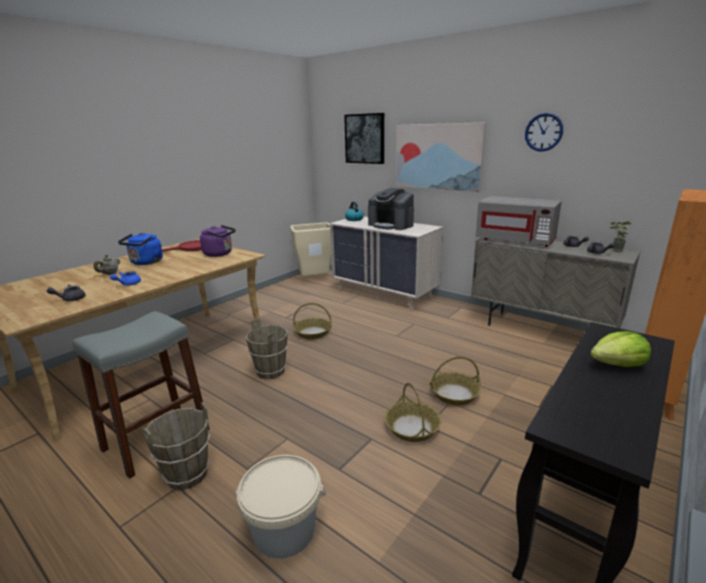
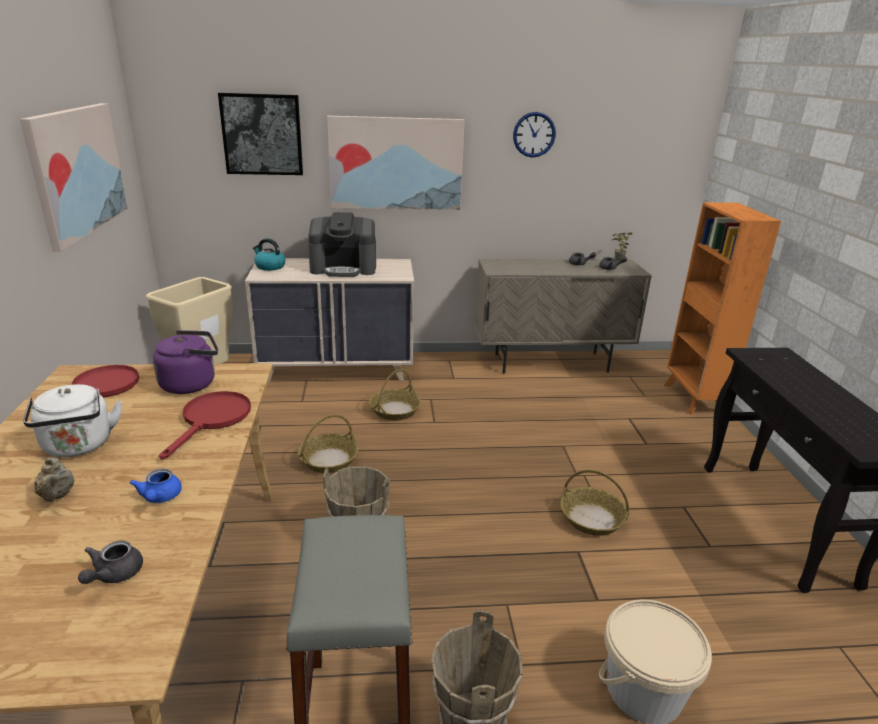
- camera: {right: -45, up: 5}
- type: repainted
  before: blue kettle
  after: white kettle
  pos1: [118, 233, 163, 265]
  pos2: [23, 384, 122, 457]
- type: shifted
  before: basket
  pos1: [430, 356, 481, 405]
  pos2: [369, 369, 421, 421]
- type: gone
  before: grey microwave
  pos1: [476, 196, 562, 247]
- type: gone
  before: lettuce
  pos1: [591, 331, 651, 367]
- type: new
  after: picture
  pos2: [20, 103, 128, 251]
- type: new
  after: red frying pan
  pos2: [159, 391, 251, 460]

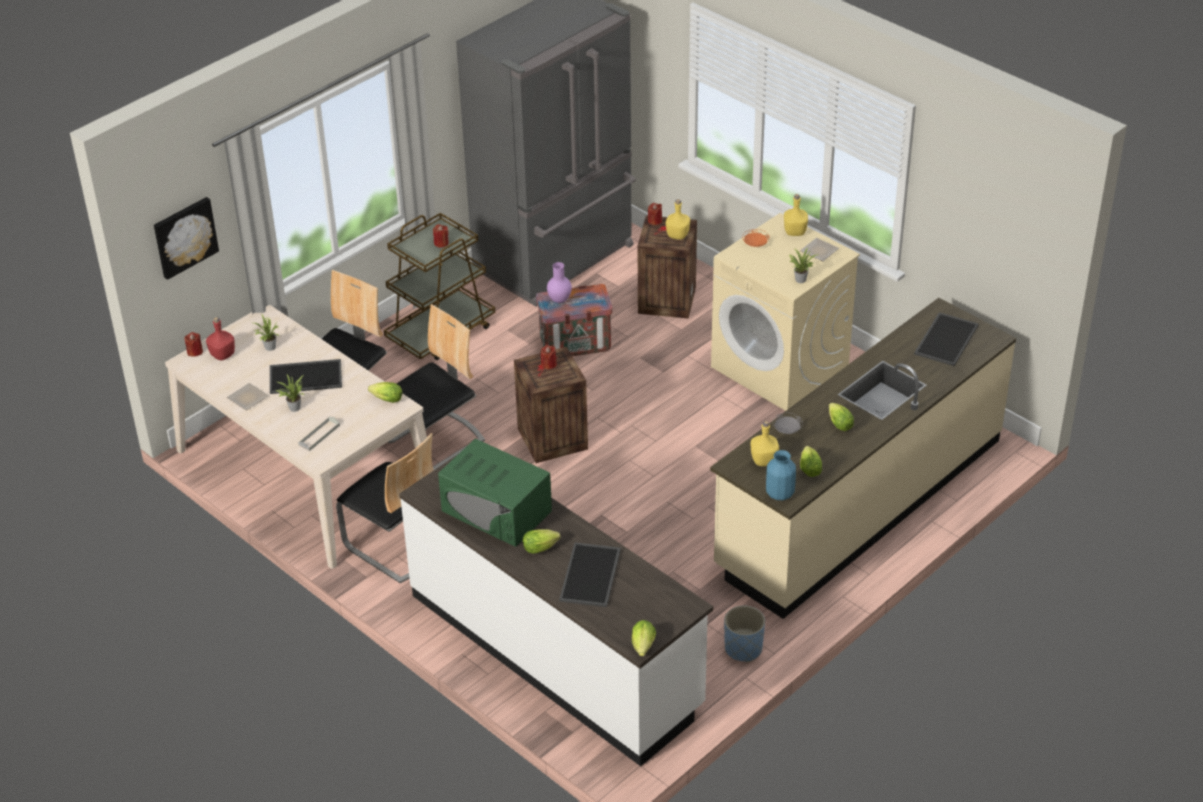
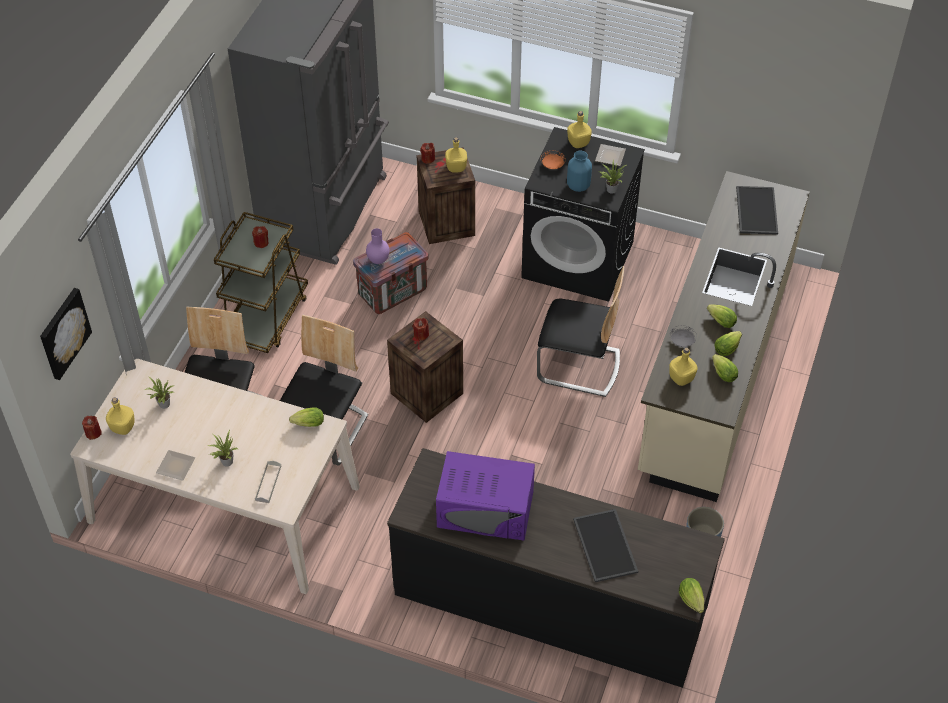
- camera: {right: -25, up: 10}
- type: repainted
  before: red bottle
  after: yellow bottle
  pos1: [206, 317, 235, 360]
  pos2: [106, 397, 135, 435]
- type: gone
  before: tray
  pos1: [270, 359, 342, 394]
- type: shifted
  before: chair
  pos1: [336, 433, 434, 583]
  pos2: [537, 266, 625, 397]
- type: repainted
  before: white counter
  after: black counter
  pos1: [399, 455, 713, 766]
  pos2: [387, 448, 725, 688]
- type: repainted
  before: green microwave
  after: purple microwave
  pos1: [438, 439, 552, 547]
  pos2: [436, 451, 535, 541]
- type: shifted
  before: lettuce
  pos1: [522, 529, 561, 554]
  pos2: [715, 331, 742, 356]
- type: repainted
  before: beige washing machine
  after: black washing machine
  pos1: [711, 213, 860, 411]
  pos2: [521, 127, 645, 302]
- type: shifted
  before: blue vase
  pos1: [766, 450, 796, 500]
  pos2: [567, 151, 592, 192]

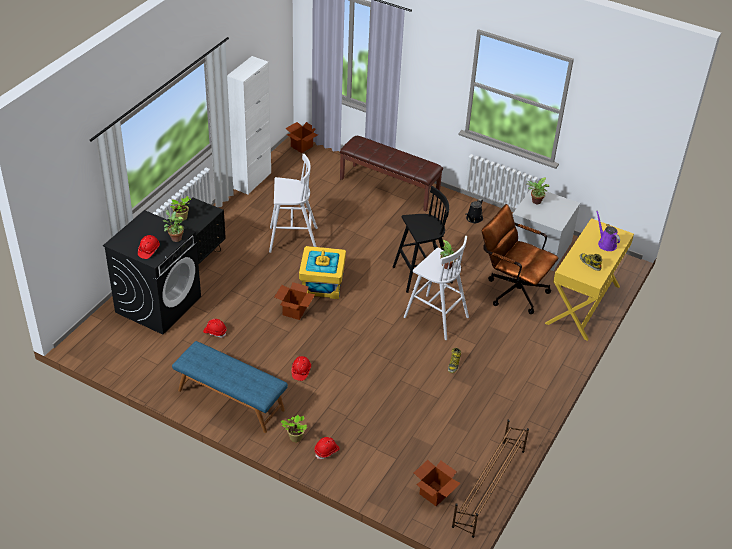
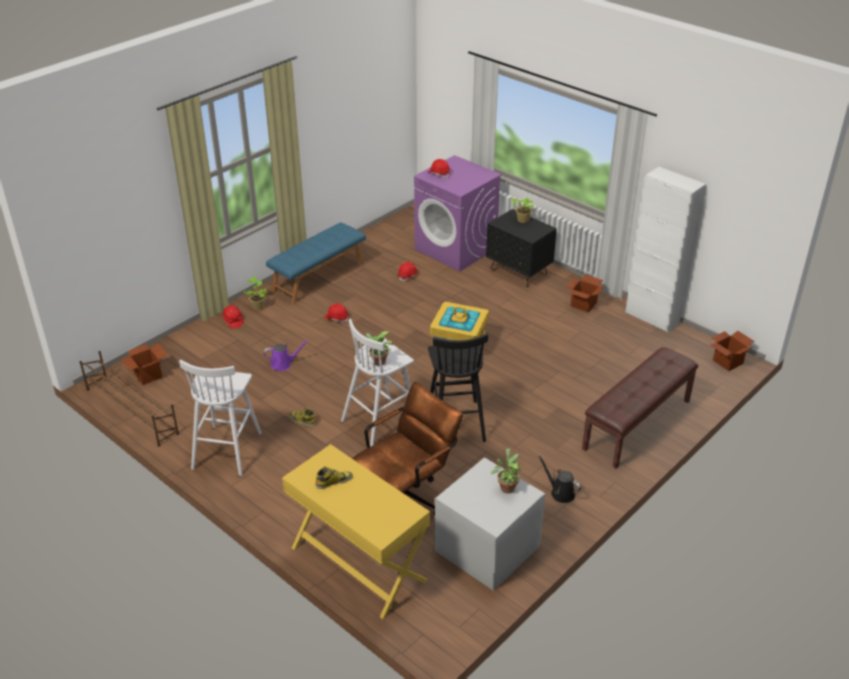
- camera: {right: 105, up: -5}
- type: repainted
  before: black washing machine
  after: purple washing machine
  pos1: [103, 210, 201, 335]
  pos2: [414, 155, 501, 272]
- type: gone
  before: potted plant
  pos1: [163, 210, 184, 242]
- type: shifted
  before: white stool
  pos1: [269, 154, 318, 253]
  pos2: [179, 359, 262, 476]
- type: shifted
  before: cardboard box
  pos1: [274, 282, 315, 320]
  pos2: [566, 275, 605, 313]
- type: shifted
  before: purple watering can
  pos1: [596, 211, 620, 251]
  pos2: [264, 340, 309, 371]

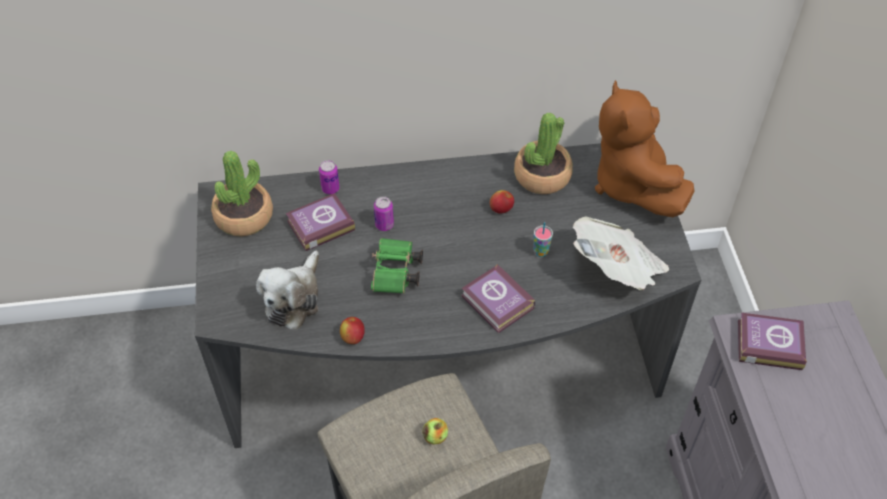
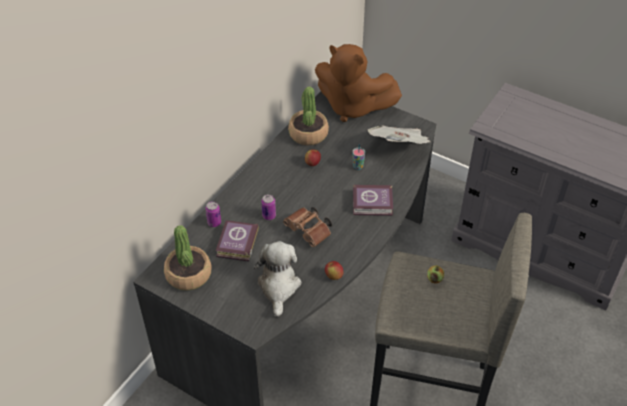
- camera: {right: -50, up: -5}
- type: rotated
  before: plush toy
  pos1: [256, 251, 319, 330]
  pos2: [254, 241, 301, 317]
  turn: -150
- type: repainted
  before: green binoculars
  after: brown binoculars
  pos1: [371, 238, 423, 294]
  pos2: [283, 207, 332, 247]
- type: gone
  before: book
  pos1: [738, 313, 807, 370]

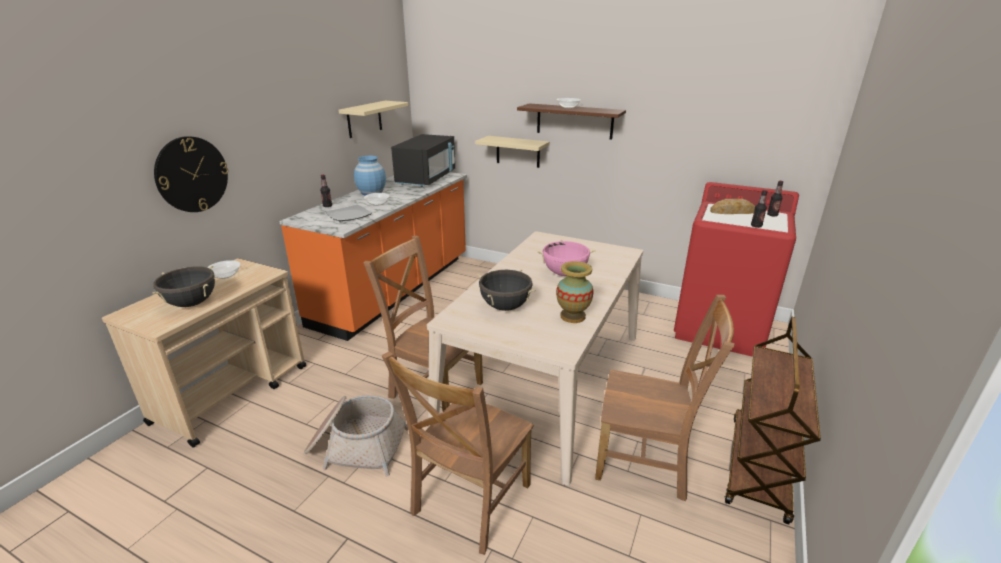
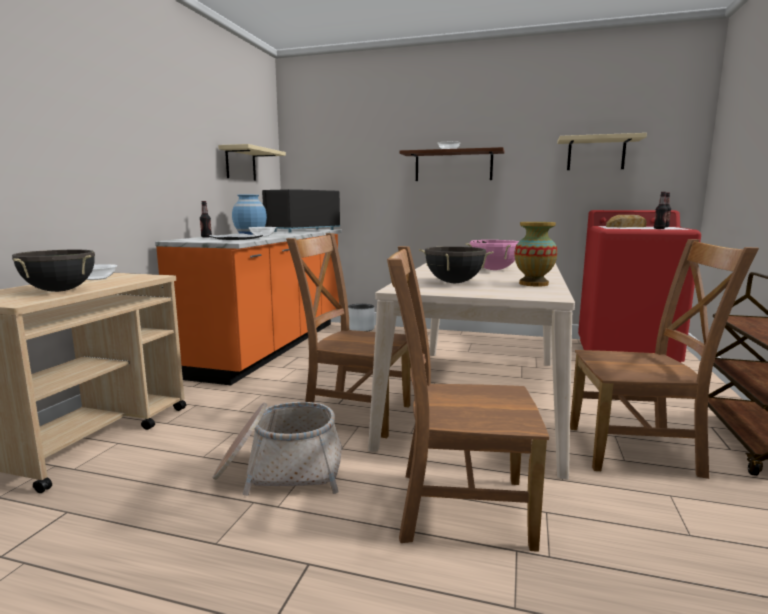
- camera: {right: -10, up: -15}
- type: gone
  before: wall clock
  pos1: [154, 136, 229, 212]
- type: rotated
  before: brown chair
  pos1: [382, 351, 534, 555]
  pos2: [387, 246, 549, 552]
  turn: 75
- type: rotated
  before: black microwave
  pos1: [391, 134, 455, 187]
  pos2: [262, 189, 340, 233]
  turn: -150
- type: shifted
  before: beige shelf
  pos1: [475, 136, 550, 168]
  pos2: [557, 133, 647, 170]
- type: new
  after: grey planter
  pos2: [348, 304, 375, 331]

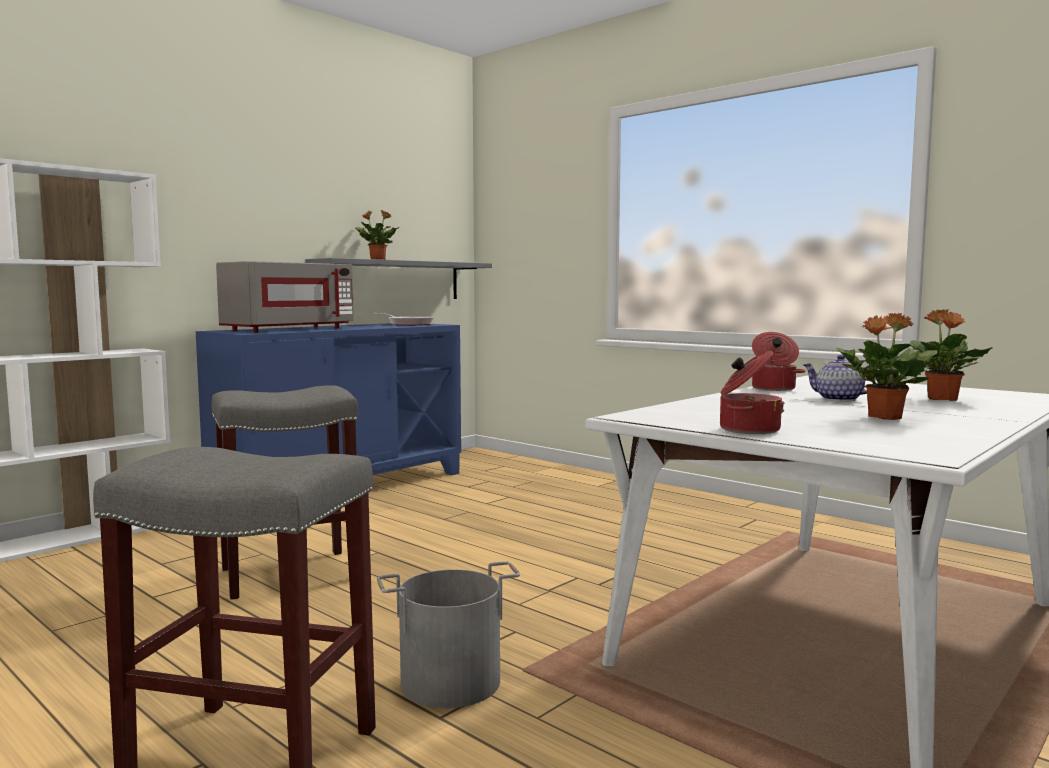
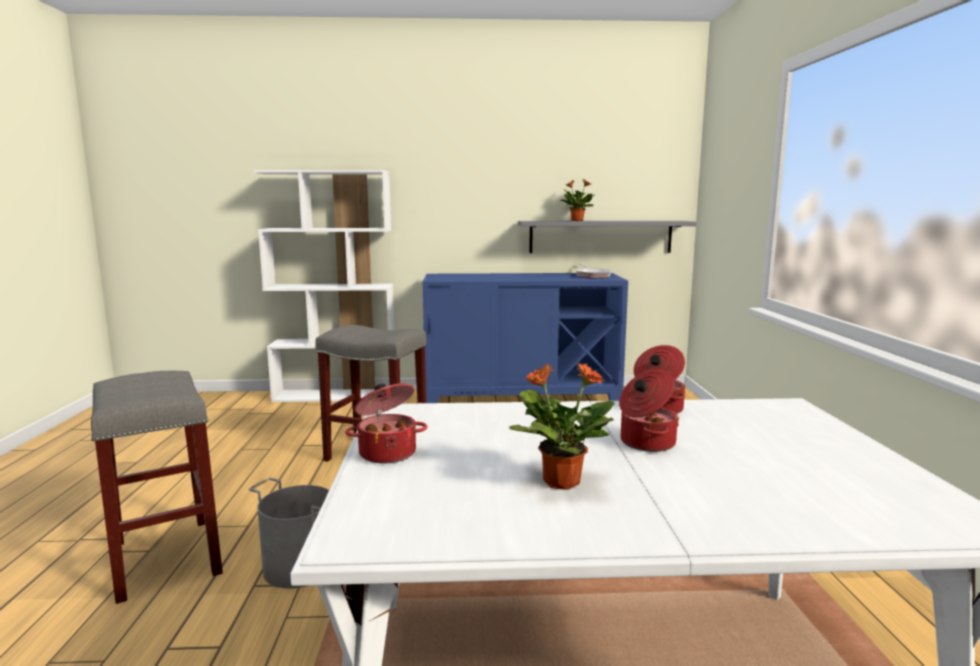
- camera: {right: 45, up: 5}
- type: gone
  before: grey microwave
  pos1: [216, 261, 354, 332]
- type: swapped
  before: teapot
  after: cooking pot
  pos1: [803, 355, 878, 401]
  pos2: [619, 369, 679, 452]
- type: gone
  before: potted plant
  pos1: [910, 309, 992, 401]

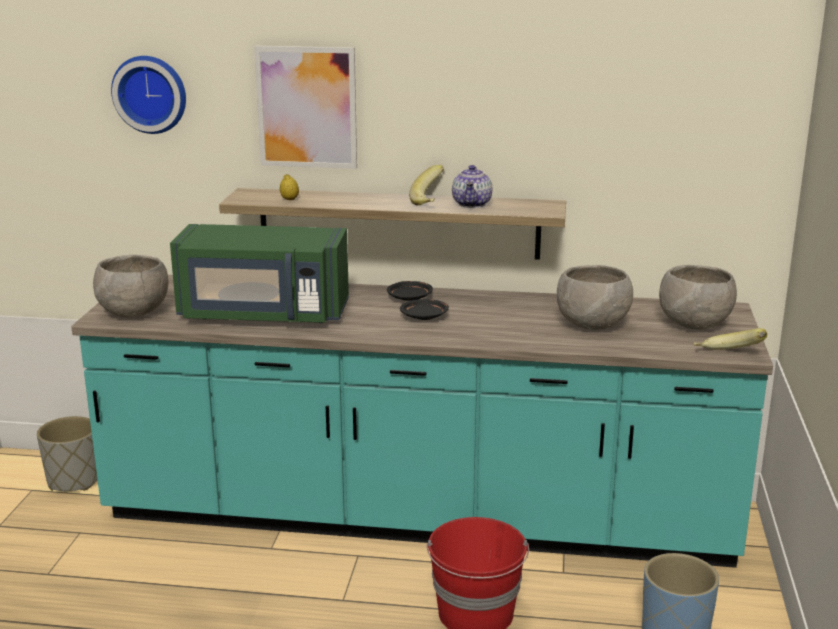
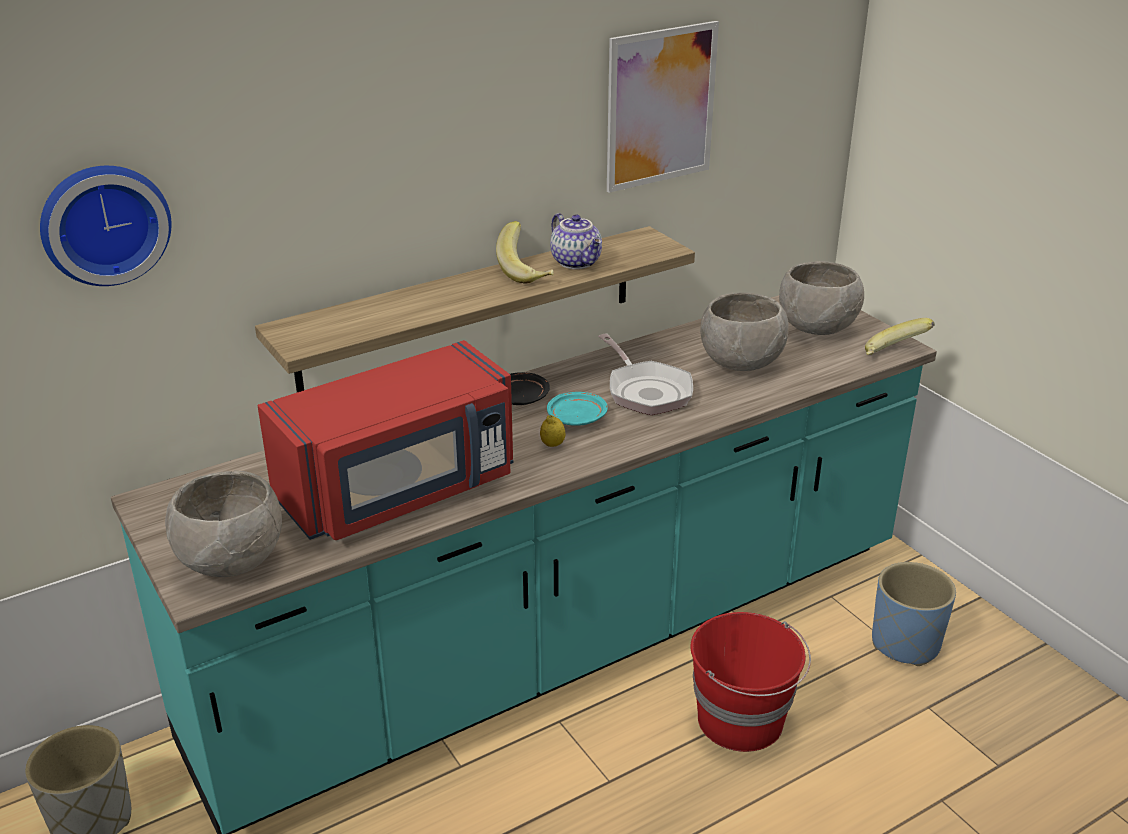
- camera: {right: -40, up: 10}
- type: repainted
  before: green microwave
  after: red microwave
  pos1: [170, 224, 349, 323]
  pos2: [258, 340, 513, 540]
- type: shifted
  before: picture
  pos1: [254, 46, 357, 169]
  pos2: [607, 21, 719, 193]
- type: shifted
  before: lemon
  pos1: [280, 174, 299, 200]
  pos2: [540, 415, 566, 447]
- type: repainted
  before: black plate
  after: turquoise plate
  pos1: [400, 299, 449, 320]
  pos2: [547, 392, 608, 426]
- type: new
  after: frying pan
  pos2: [598, 334, 693, 415]

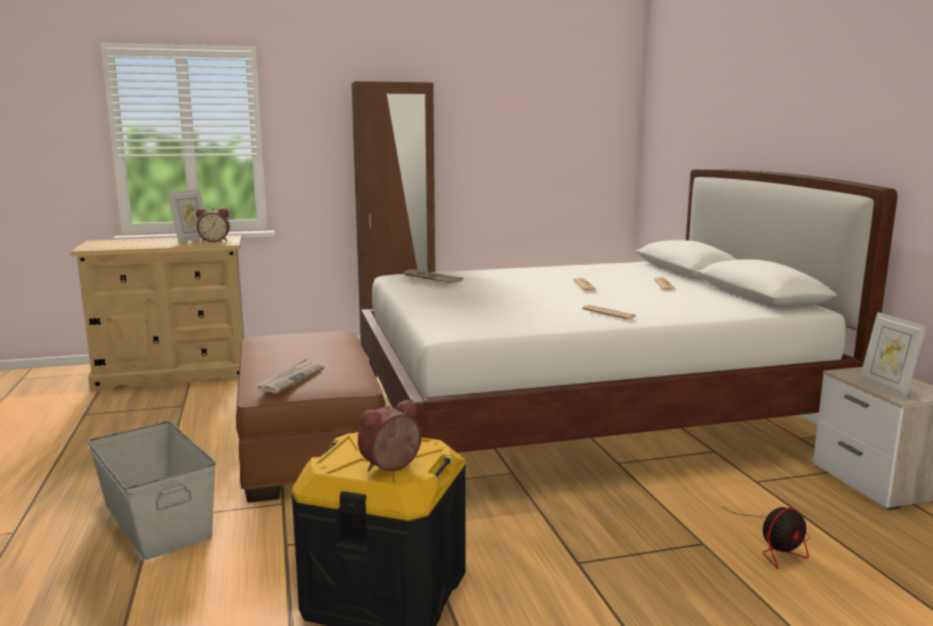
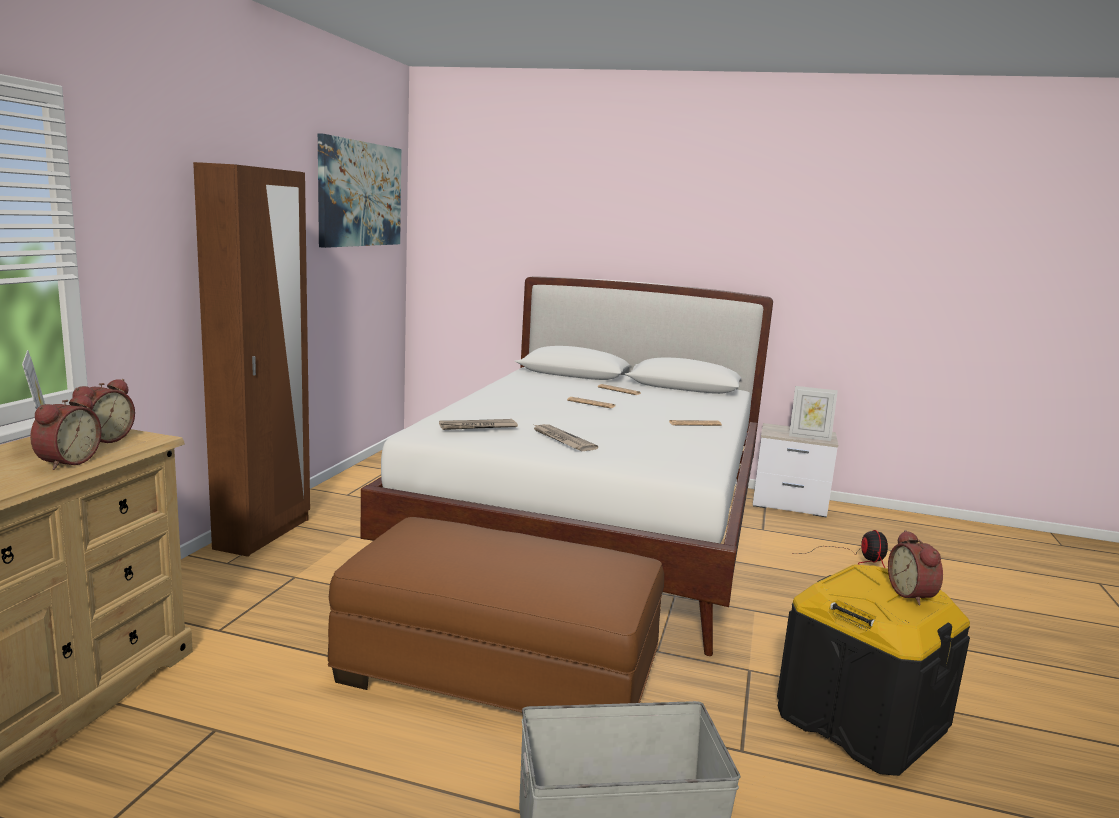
- camera: {right: -60, up: 0}
- type: shifted
  before: newspaper
  pos1: [256, 359, 325, 393]
  pos2: [534, 424, 598, 451]
- type: new
  after: alarm clock
  pos2: [30, 394, 102, 470]
- type: new
  after: picture
  pos2: [318, 133, 401, 248]

